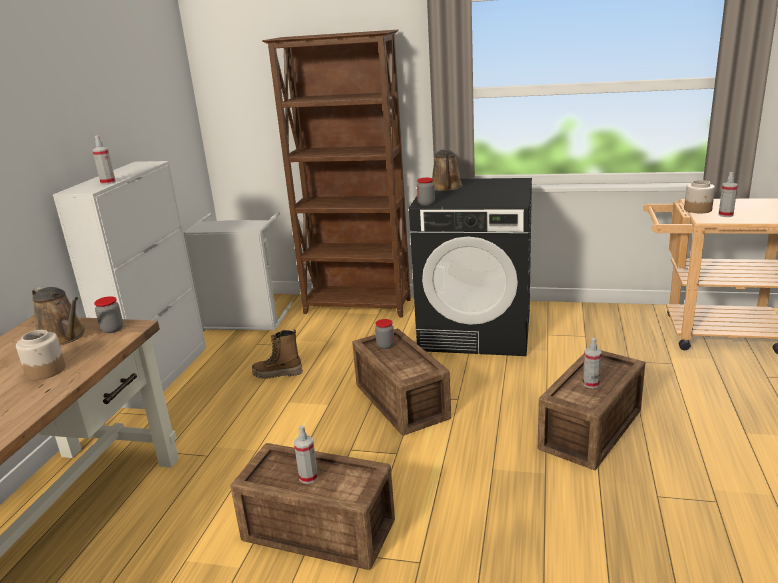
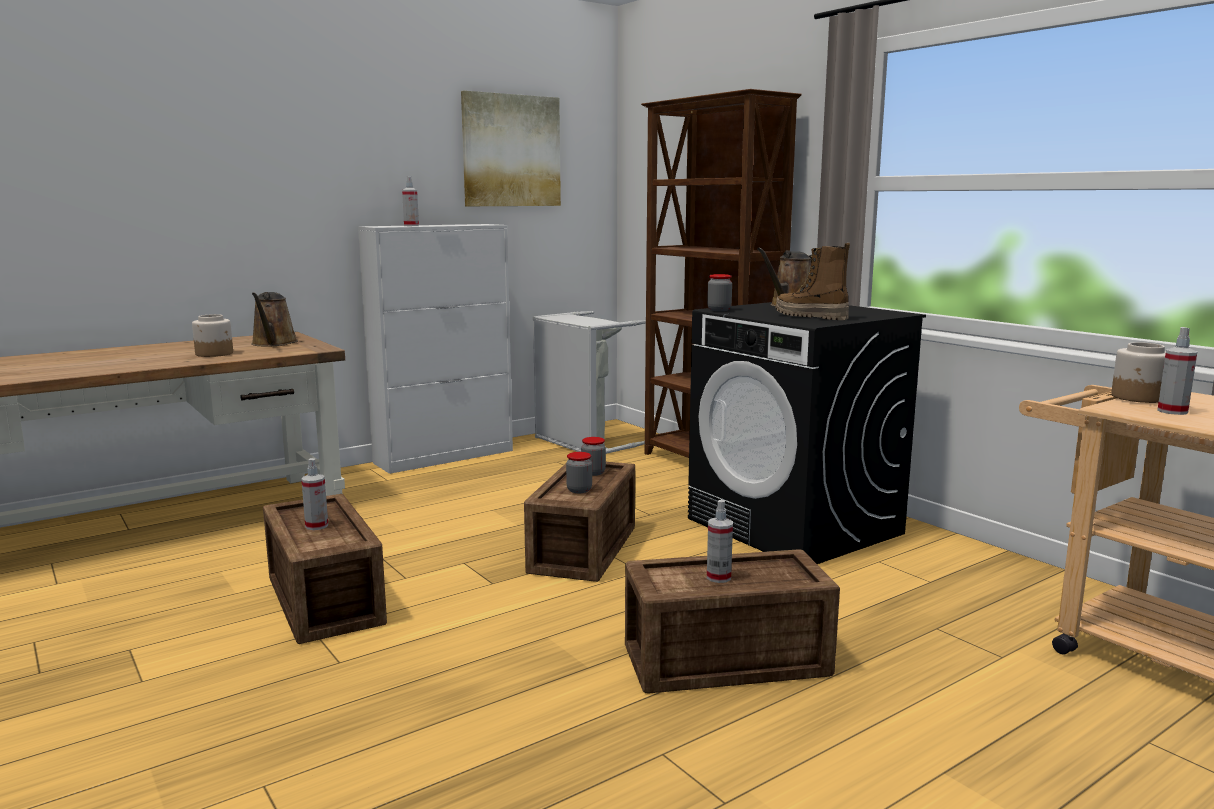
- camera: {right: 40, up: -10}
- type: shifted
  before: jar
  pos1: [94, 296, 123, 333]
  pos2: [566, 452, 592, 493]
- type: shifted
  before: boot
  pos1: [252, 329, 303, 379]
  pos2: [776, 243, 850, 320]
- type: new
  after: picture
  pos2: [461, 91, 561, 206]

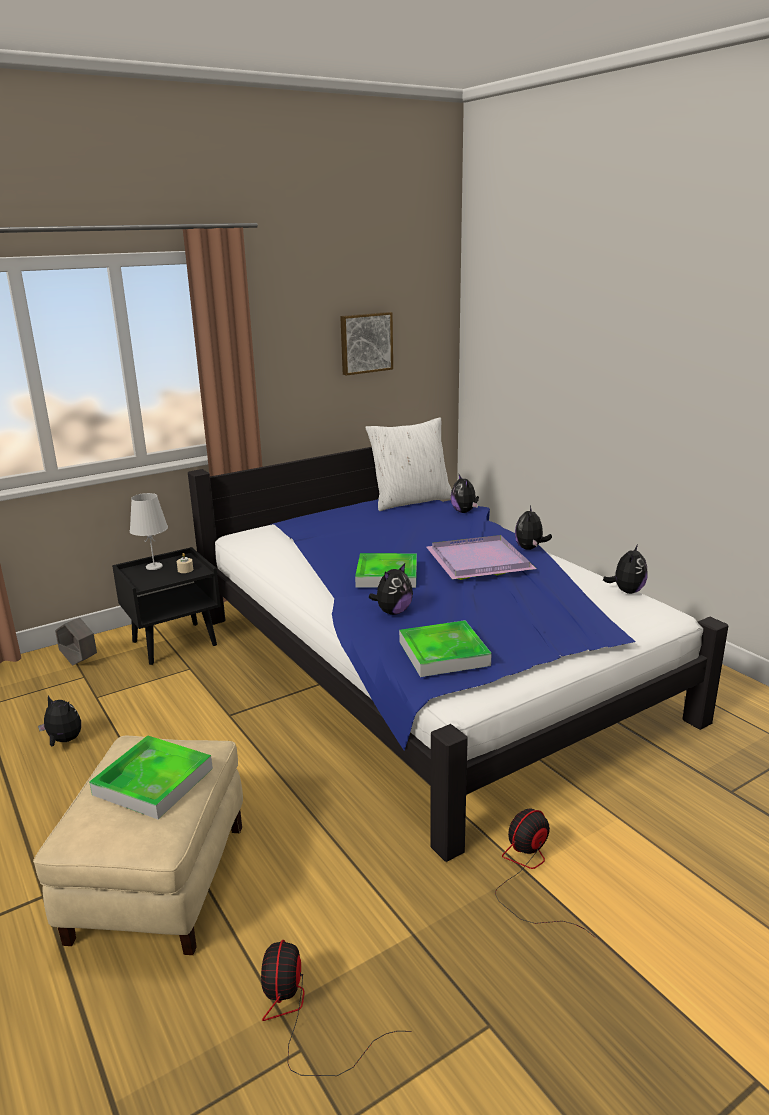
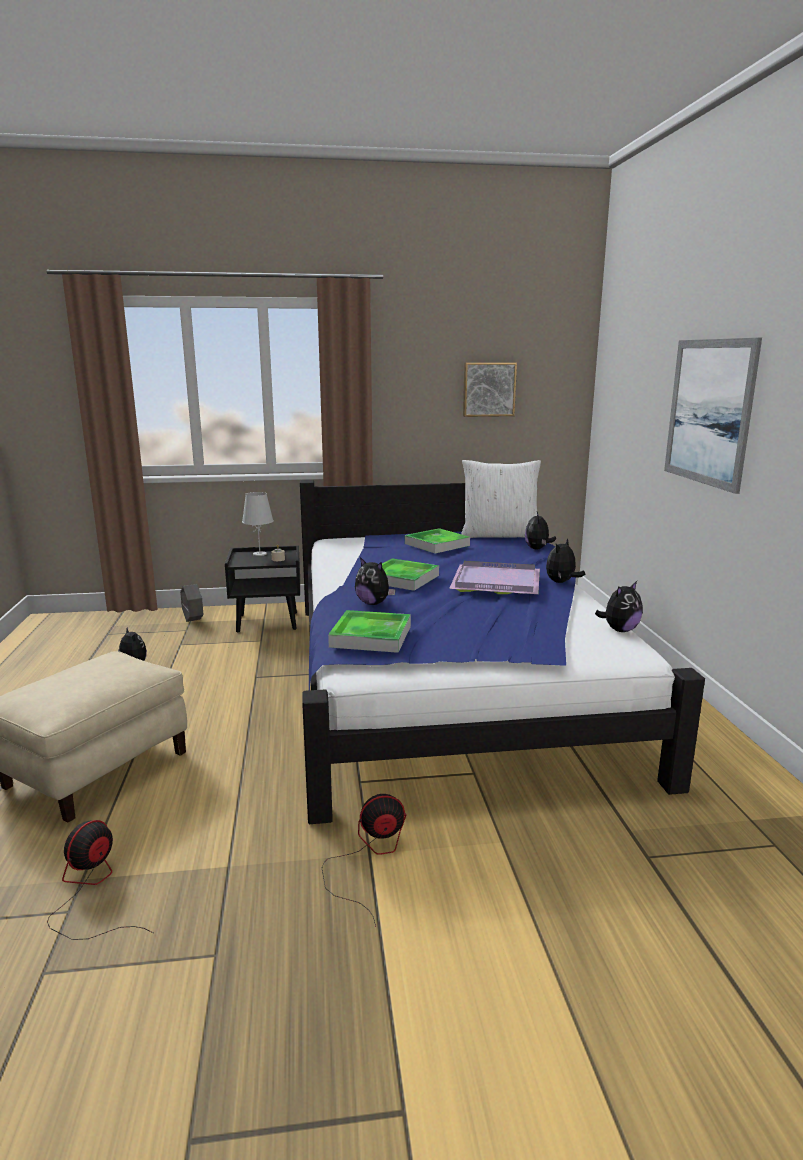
- camera: {right: 25, up: -5}
- type: shifted
  before: tray
  pos1: [89, 735, 213, 819]
  pos2: [405, 528, 470, 553]
- type: rotated
  before: plush toy
  pos1: [369, 563, 413, 615]
  pos2: [355, 557, 396, 605]
  turn: 60
- type: new
  after: picture
  pos2: [664, 338, 762, 494]

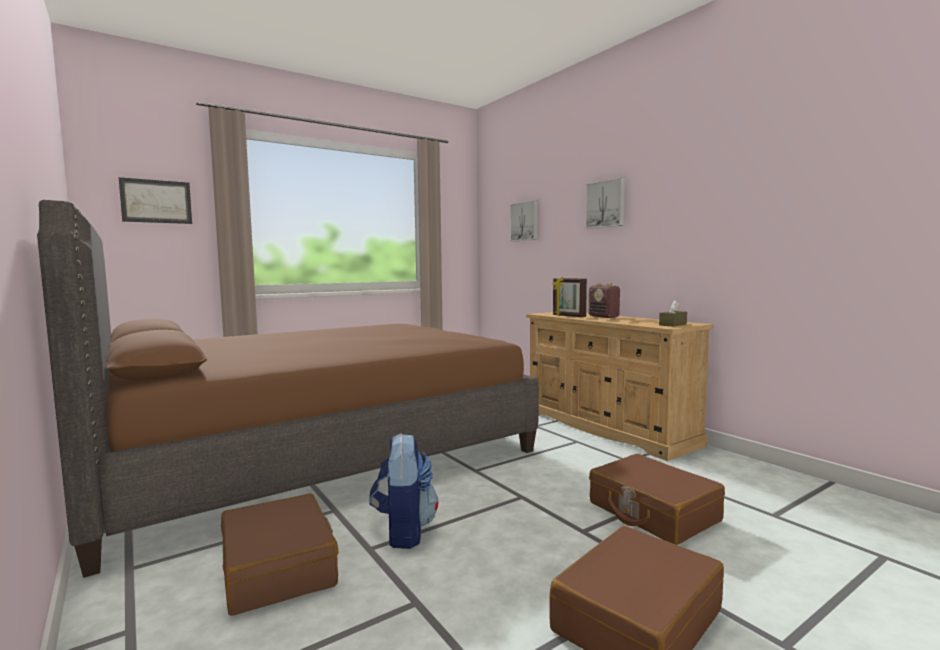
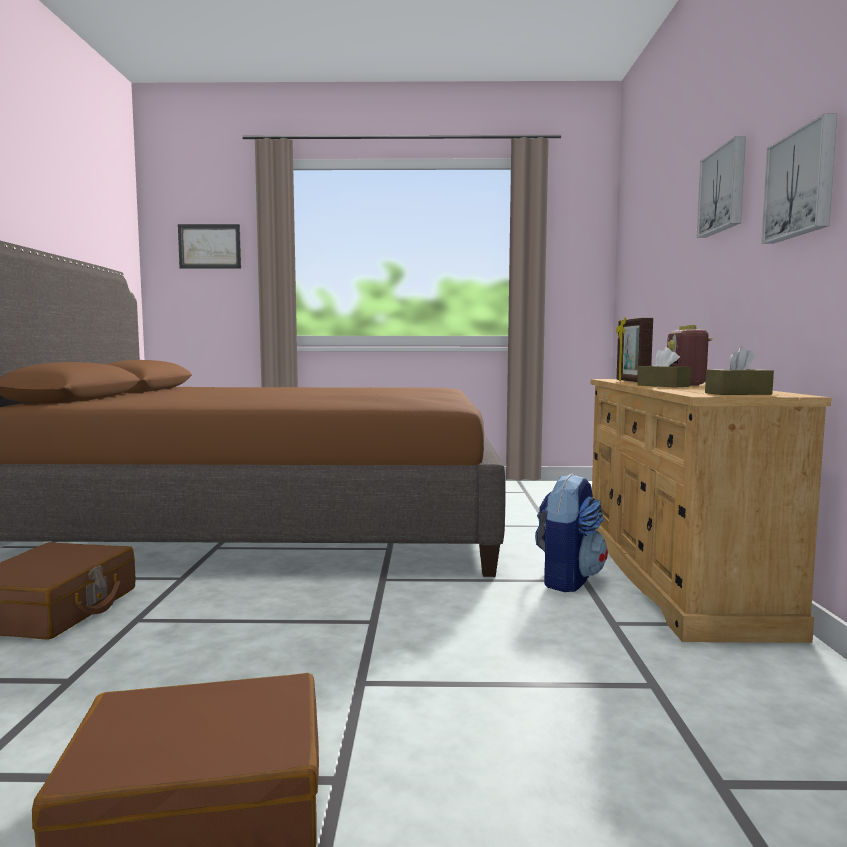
- camera: {right: 35, up: 0}
- type: shifted
  before: backpack
  pos1: [369, 433, 438, 549]
  pos2: [535, 473, 608, 592]
- type: shifted
  before: picture
  pos1: [510, 200, 538, 242]
  pos2: [761, 113, 837, 244]
- type: gone
  before: brown suitcase
  pos1: [589, 454, 725, 545]
- type: new
  after: brown tissue box
  pos2: [637, 347, 691, 388]

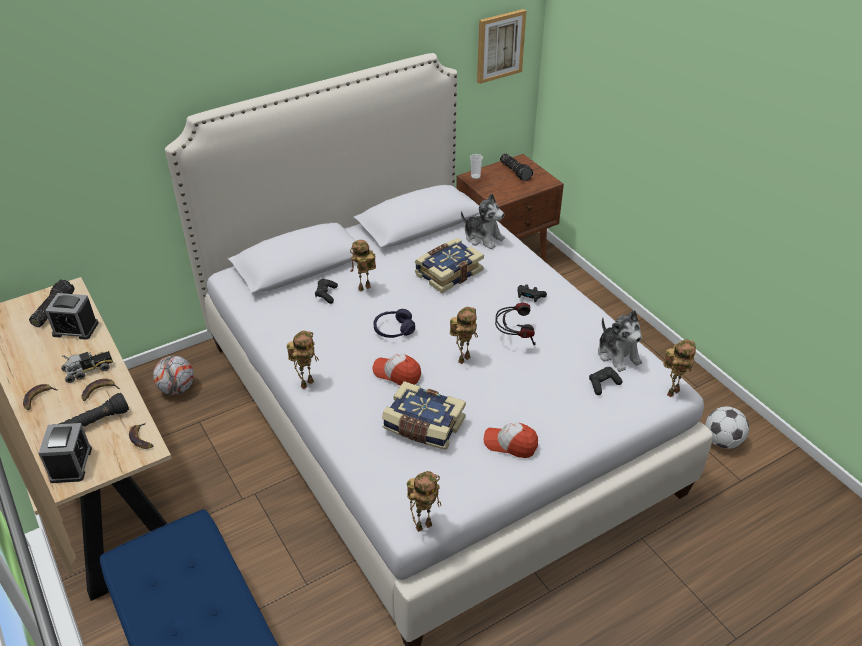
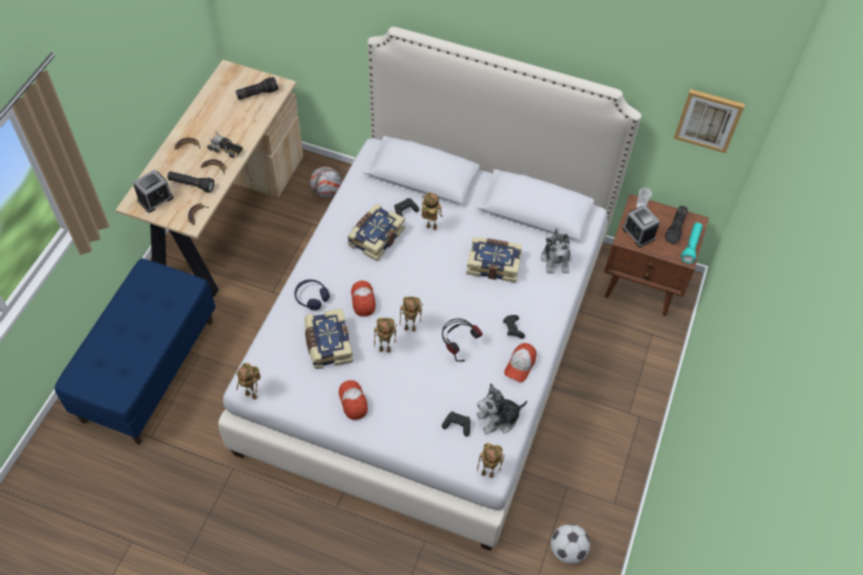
- camera: {right: 50, up: 15}
- type: shifted
  before: alarm clock
  pos1: [45, 293, 99, 340]
  pos2: [622, 205, 660, 248]
- type: shifted
  before: toy robot
  pos1: [287, 331, 319, 389]
  pos2: [374, 318, 397, 352]
- type: shifted
  before: purple headphones
  pos1: [374, 309, 415, 338]
  pos2: [295, 279, 330, 311]
- type: rotated
  before: plush toy
  pos1: [598, 310, 642, 372]
  pos2: [477, 383, 527, 434]
  turn: 45
- type: new
  after: book
  pos2: [347, 203, 405, 261]
- type: new
  after: cap
  pos2: [504, 343, 537, 382]
- type: new
  after: turquoise flashlight
  pos2: [681, 223, 703, 263]

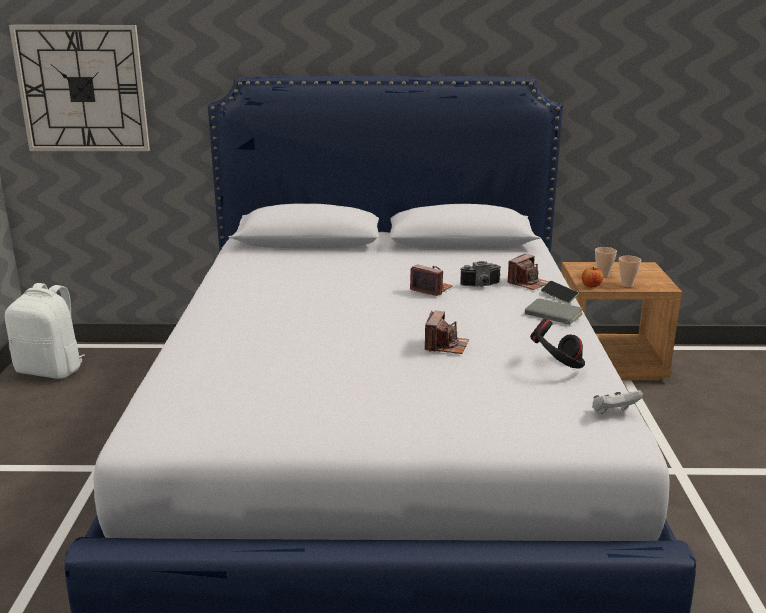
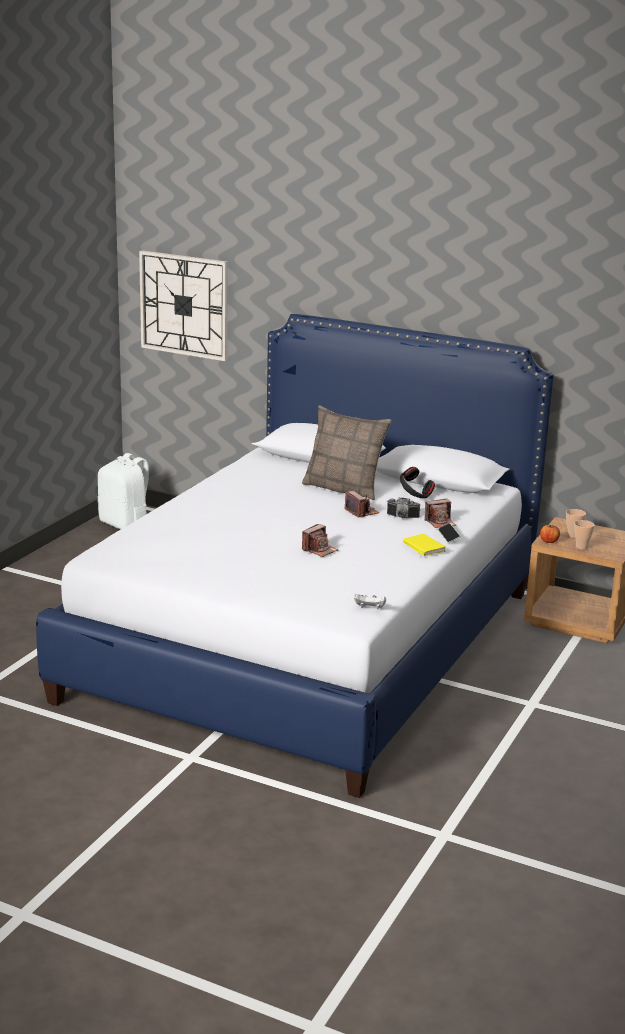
- camera: {right: 25, up: 0}
- type: repainted
  before: grey book
  after: yellow book
  pos1: [525, 298, 583, 325]
  pos2: [403, 534, 446, 556]
- type: shifted
  before: black headphones
  pos1: [530, 319, 585, 369]
  pos2: [400, 467, 435, 498]
- type: new
  after: pillow
  pos2: [302, 405, 392, 500]

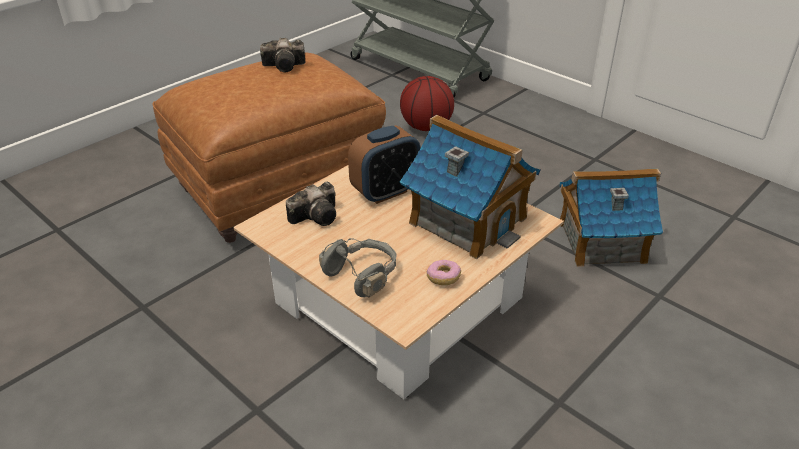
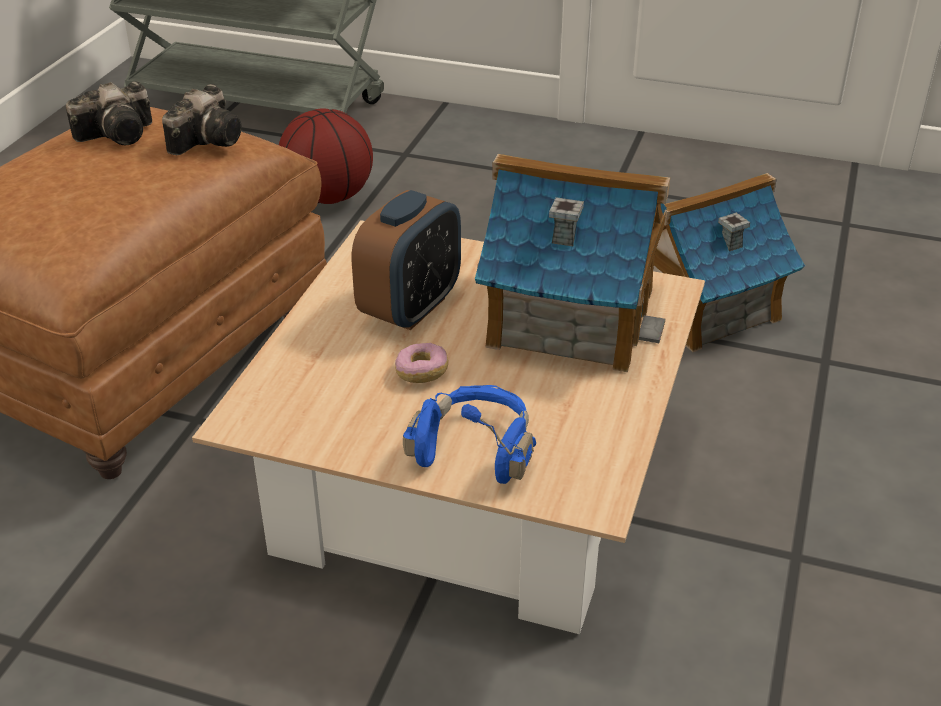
- camera: {right: -25, up: 0}
- type: shifted
  before: photo camera
  pos1: [286, 182, 336, 226]
  pos2: [162, 84, 242, 155]
- type: repainted
  before: grey headphones
  after: blue headphones
  pos1: [319, 238, 397, 297]
  pos2: [403, 385, 536, 484]
- type: shifted
  before: donut
  pos1: [427, 260, 461, 285]
  pos2: [395, 343, 448, 383]

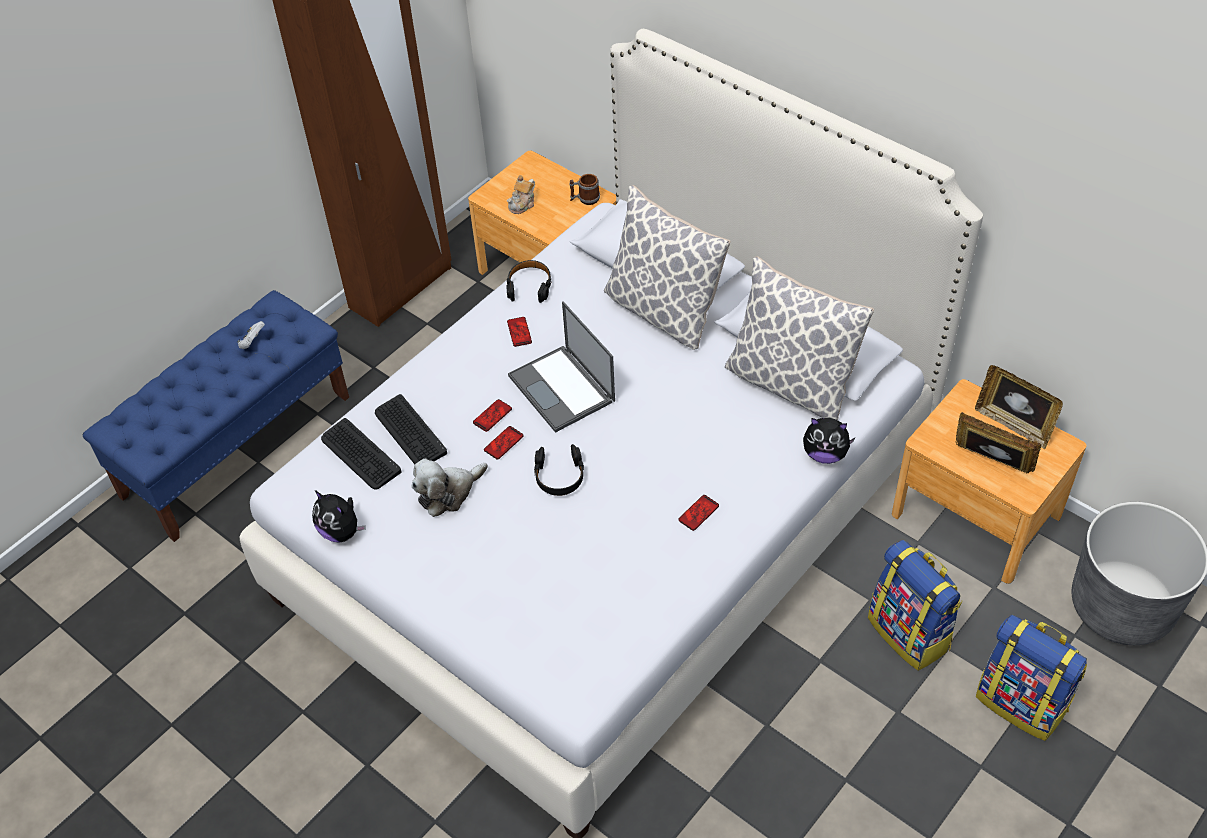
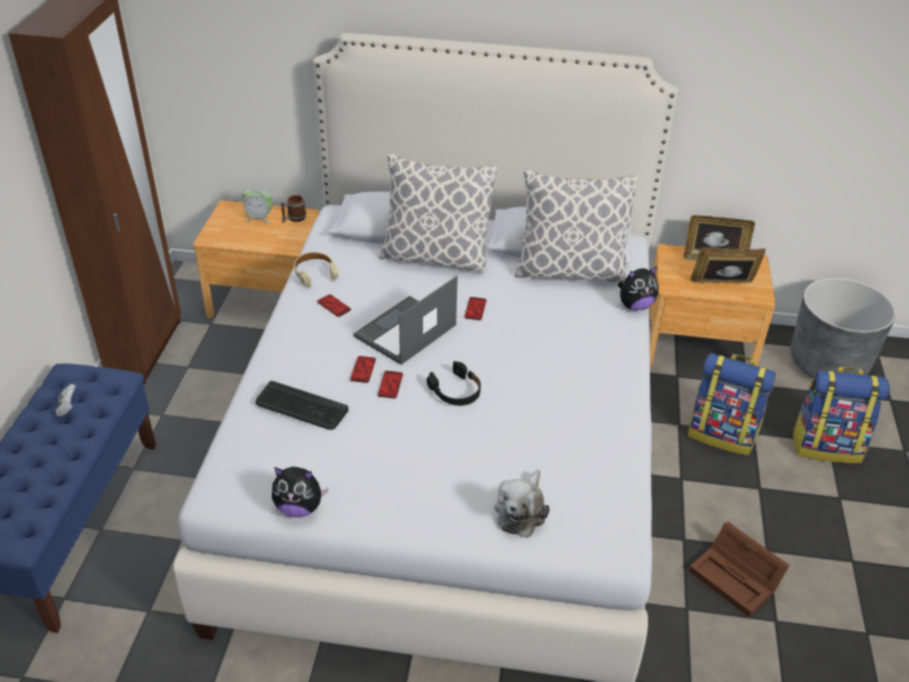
- camera: {right: -35, up: -10}
- type: gone
  before: keyboard
  pos1: [321, 418, 401, 490]
- type: shifted
  before: plush toy
  pos1: [412, 458, 488, 517]
  pos2: [494, 469, 550, 538]
- type: repainted
  before: black headphones
  after: beige headphones
  pos1: [506, 260, 551, 303]
  pos2: [294, 252, 338, 288]
- type: gone
  before: teapot
  pos1: [507, 175, 535, 214]
- type: rotated
  before: laptop
  pos1: [508, 301, 615, 433]
  pos2: [354, 276, 458, 365]
  turn: 105
- type: shifted
  before: phone
  pos1: [678, 495, 719, 531]
  pos2: [464, 297, 486, 320]
- type: new
  after: alarm clock
  pos2: [242, 184, 272, 224]
- type: new
  after: brown storage box
  pos2: [689, 522, 790, 617]

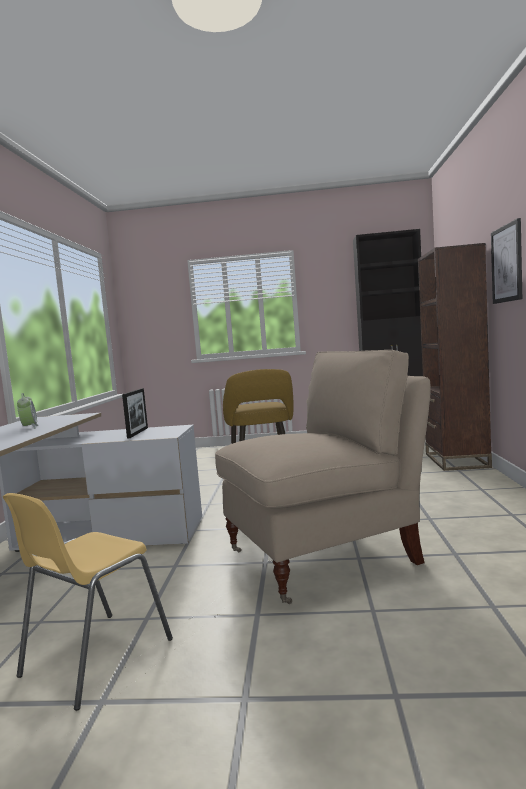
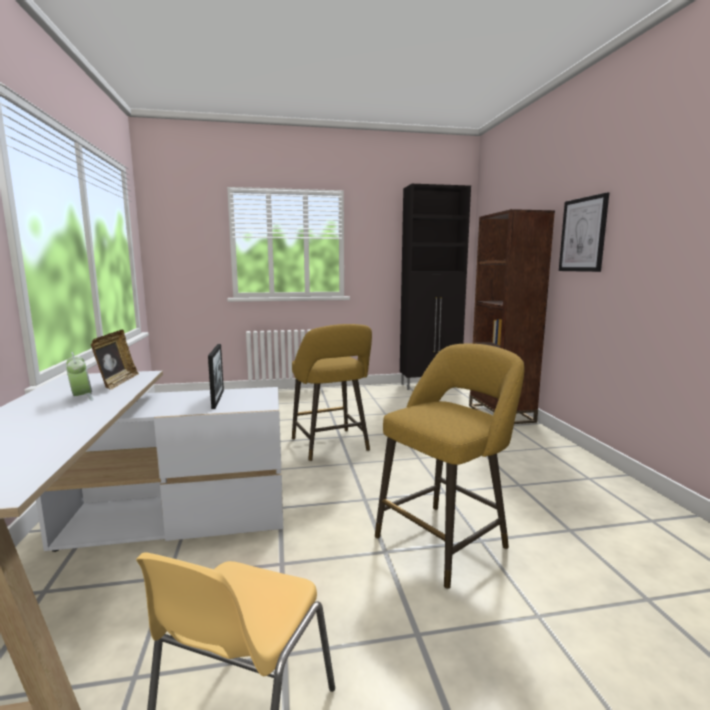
- camera: {right: -15, up: 5}
- type: swapped
  before: beige chair
  after: yellow stool
  pos1: [215, 350, 431, 604]
  pos2: [375, 344, 525, 589]
- type: new
  after: picture frame
  pos2: [91, 330, 139, 390]

